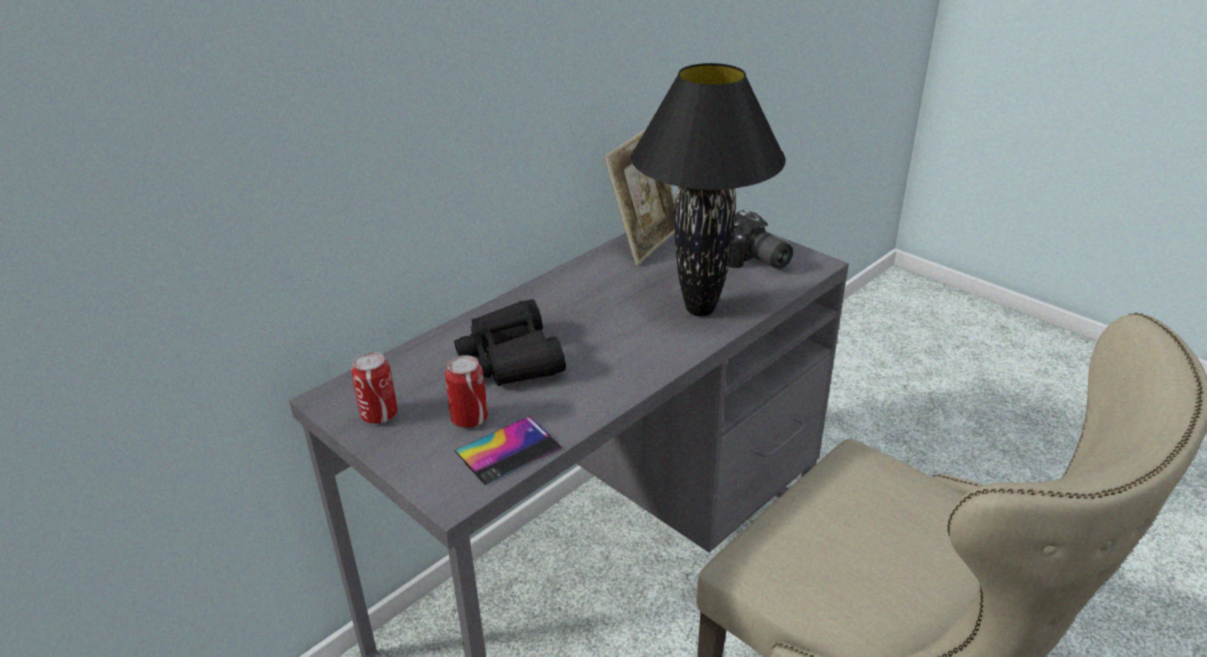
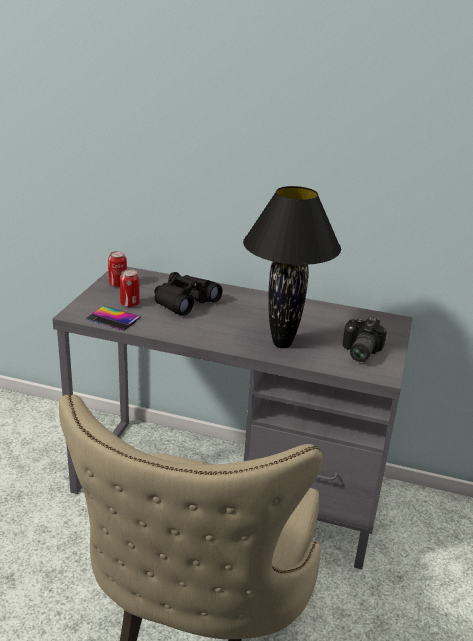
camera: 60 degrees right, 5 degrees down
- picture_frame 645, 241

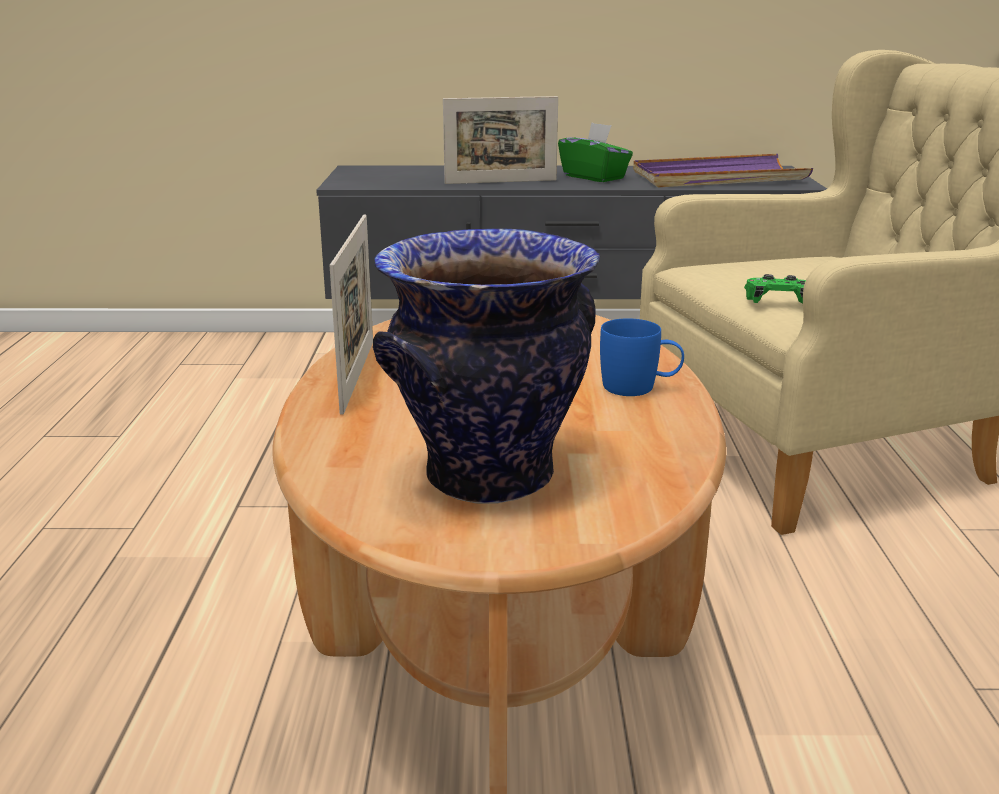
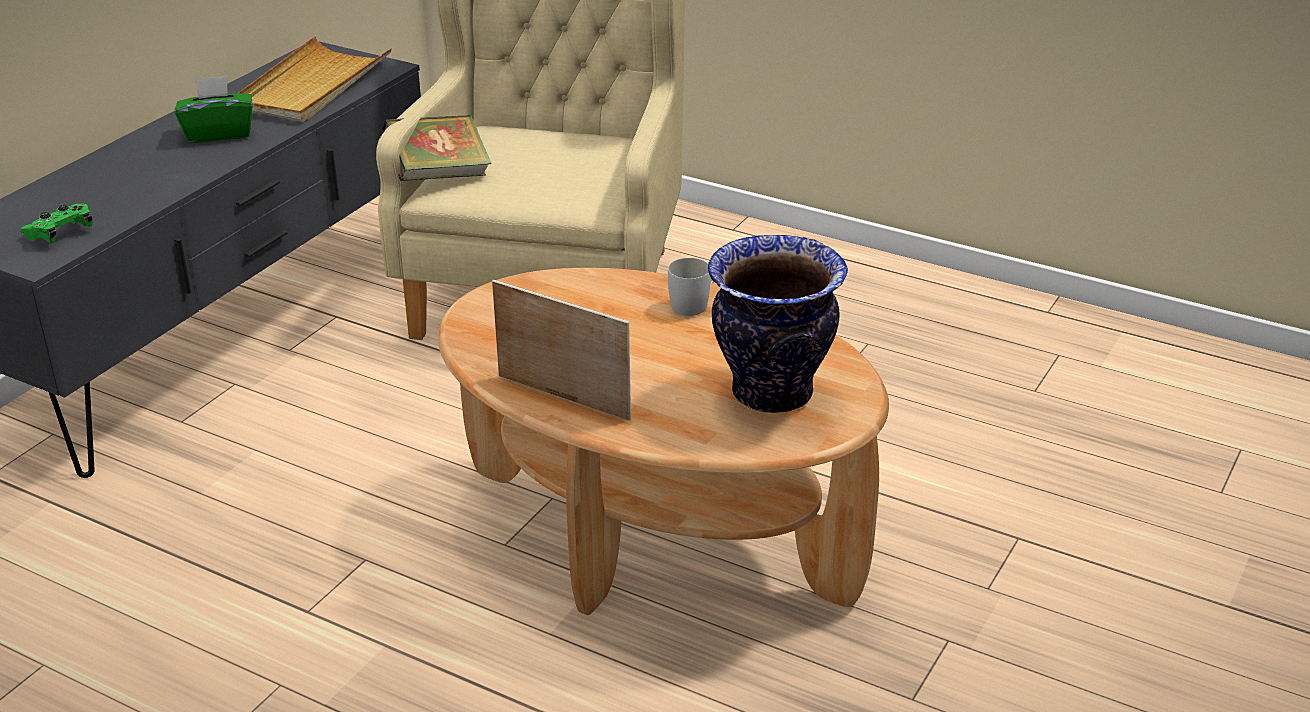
camera: 60 degrees left, 10 degrees up
- picture_frame 500, 182
+ book 439, 176
~ green_game_controller 777, 303 to 60, 234
~ blue_mug 639, 388 to white_mug 694, 303
~ purple_tray 718, 178 to beige_tray 311, 86

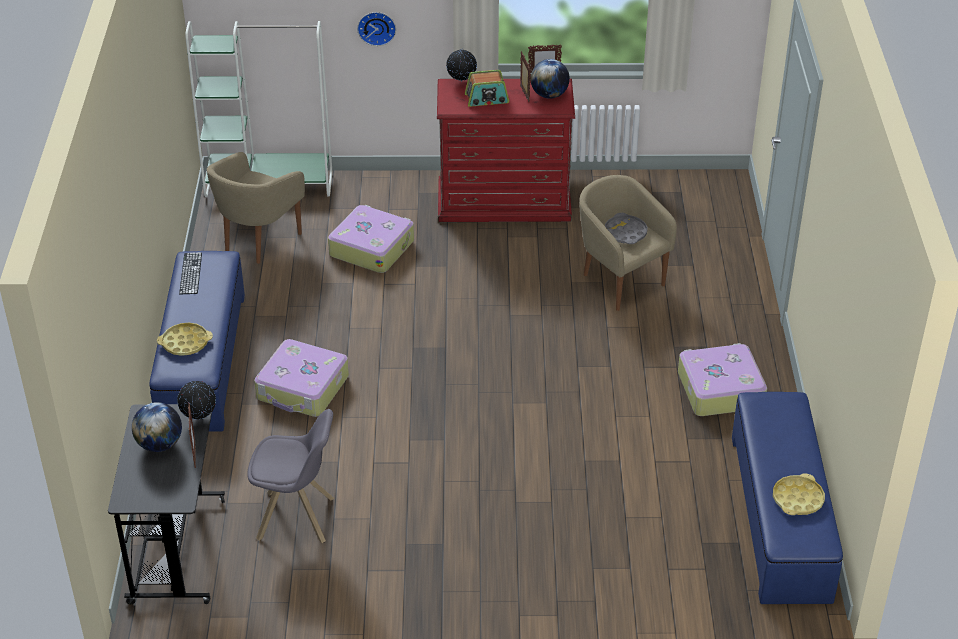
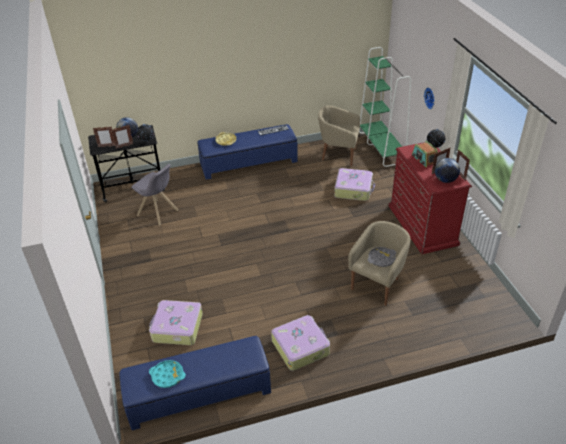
camera: 75 degrees right, 0 degrees up
+ picture_frame 107, 146
~ suitcase 303, 388 to 177, 328
~ yellow_tray 797, 499 to turquoise_tray 167, 376
~ grey_chair 296, 518 = 158, 213 45 degrees counterclockwise

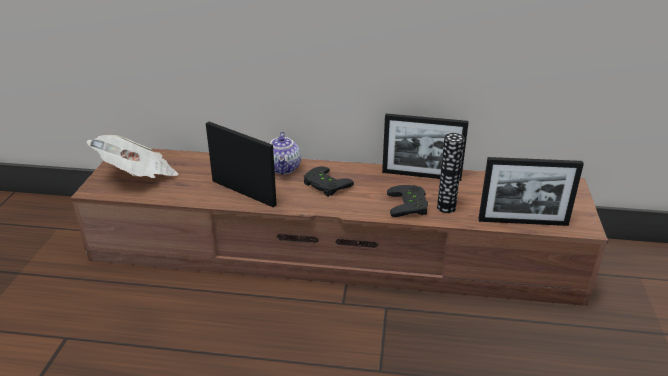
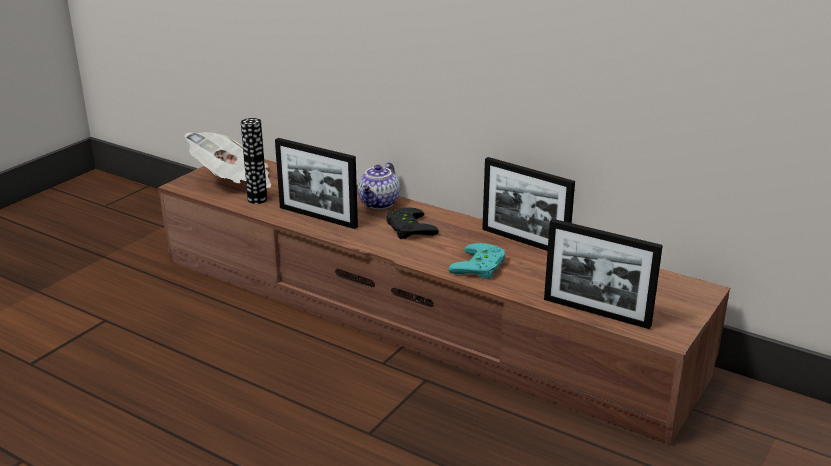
camera: 25 degrees right, 5 degrees down
~ vase 446, 208 to 257, 199
~ black_game_controller 410, 205 to turquoise_game_controller 482, 266
~ picture_frame 243, 193 = 318, 217 150 degrees clockwise

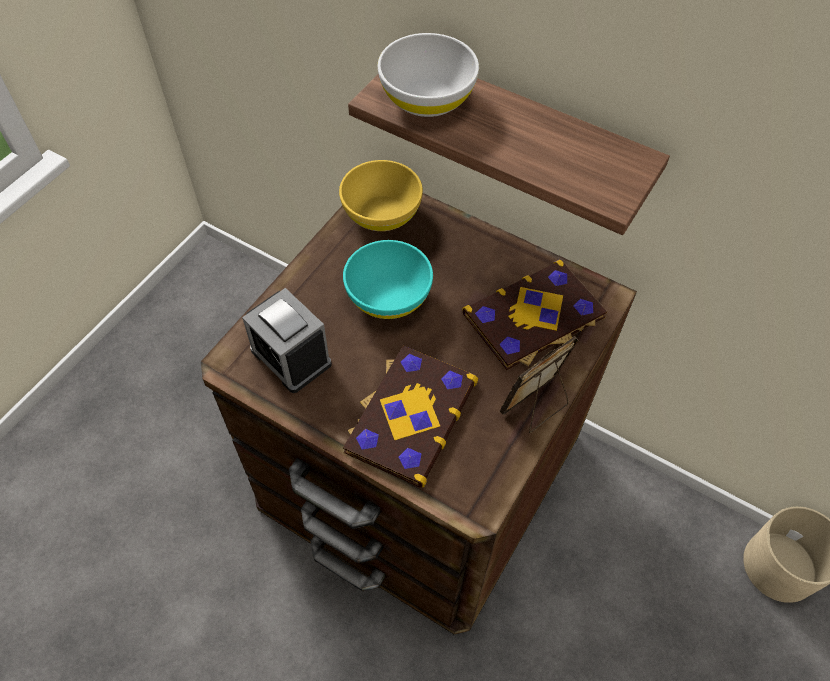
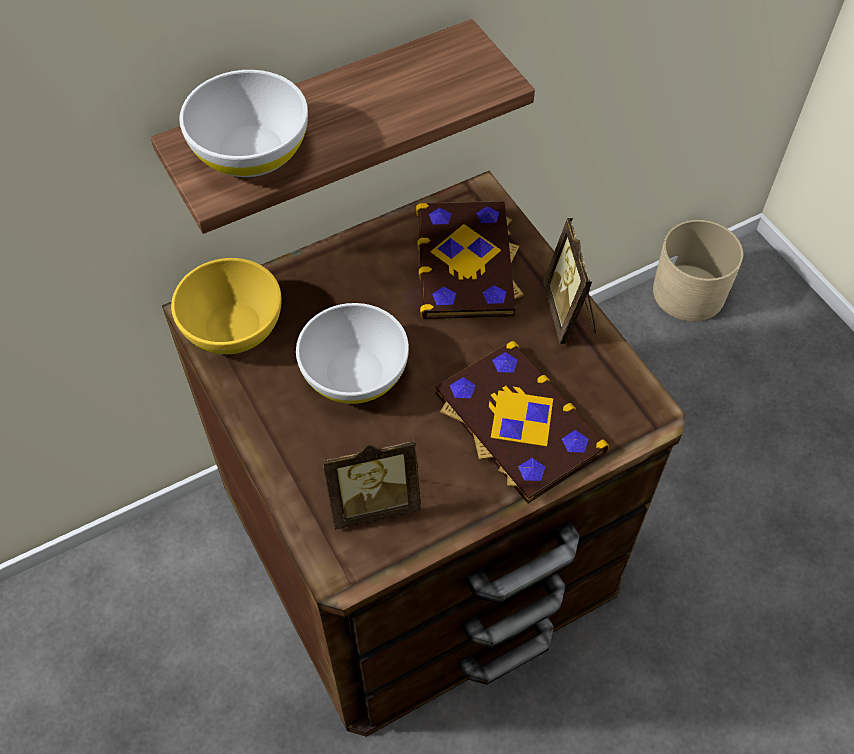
camera: 60 degrees left, 0 degrees up
~ alarm_clock 291, 357 to picture_frame 373, 503
~ turquoise_bowl 388, 296 to white_bowl 354, 374

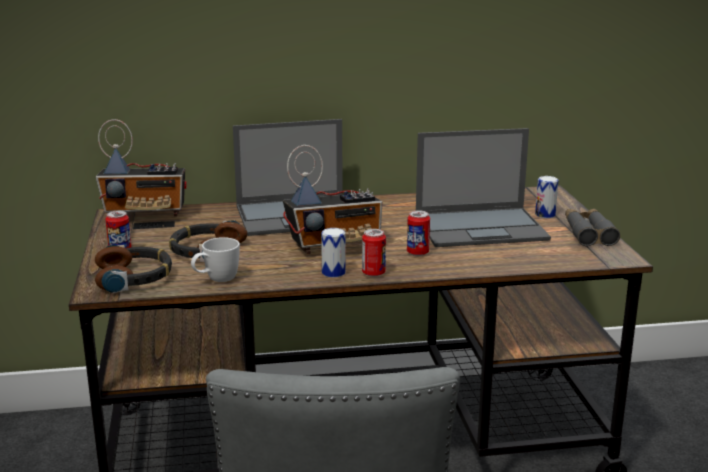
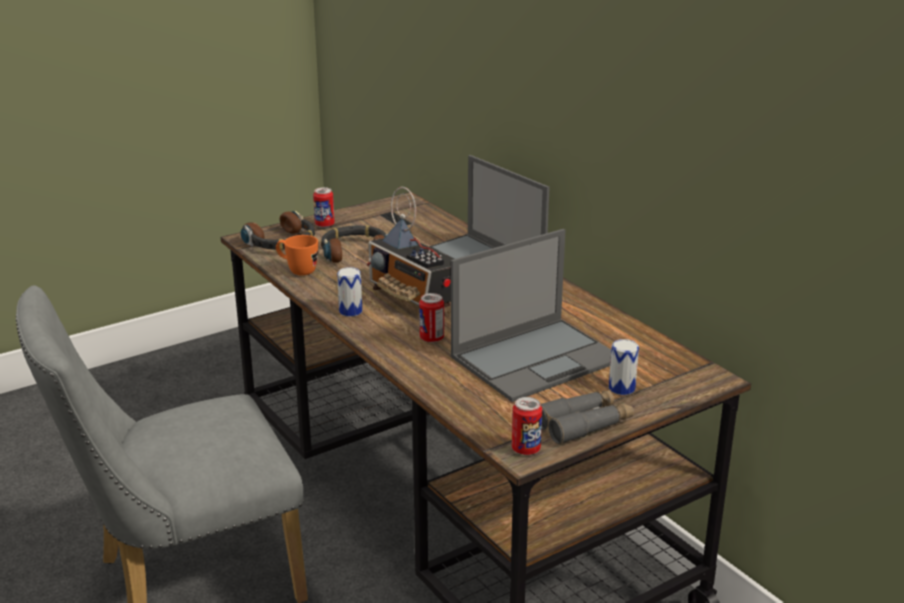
camera: 65 degrees right, 5 degrees up
- radio 146, 214
~ can 373, 273 to 526, 449
~ white_mug 216, 280 to orange_mug 297, 271
~ laptop 482, 227 = 537, 358 90 degrees counterclockwise

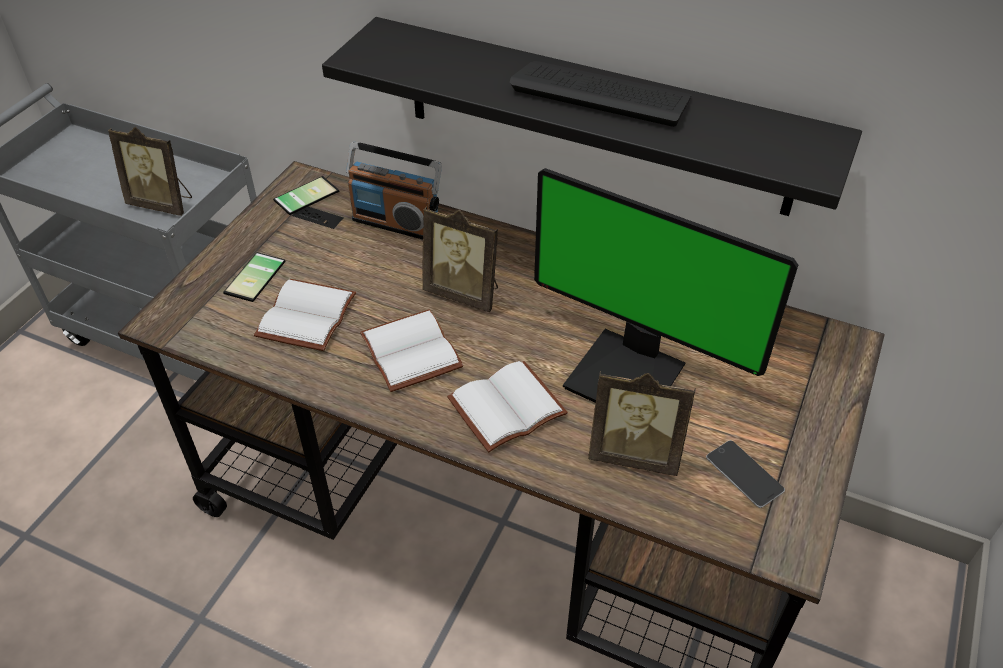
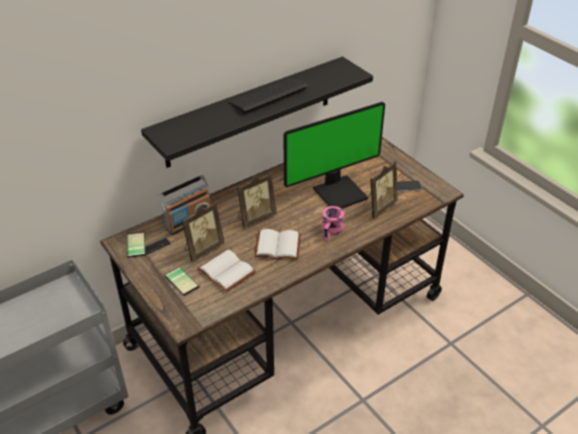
camera: 60 degrees left, 5 degrees down
~ picture_frame 163, 203 to 203, 249
~ white_book 507, 410 to pink_mug 332, 231

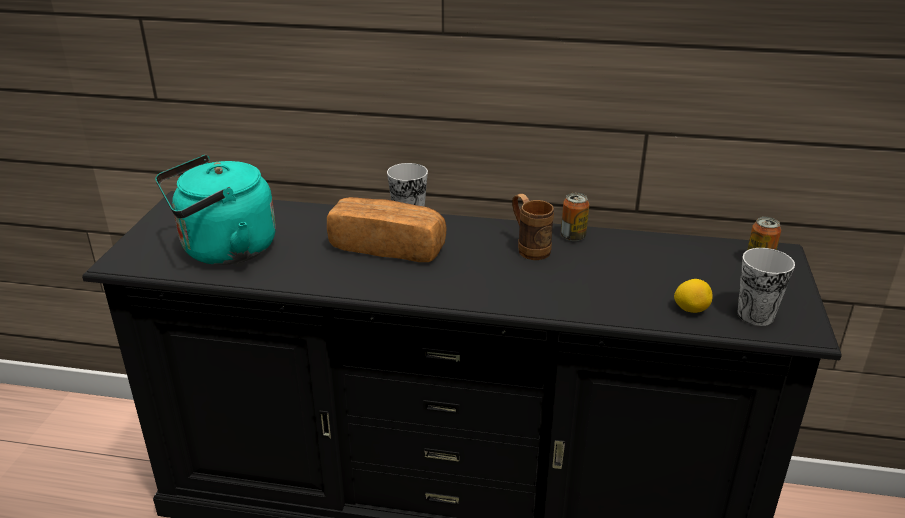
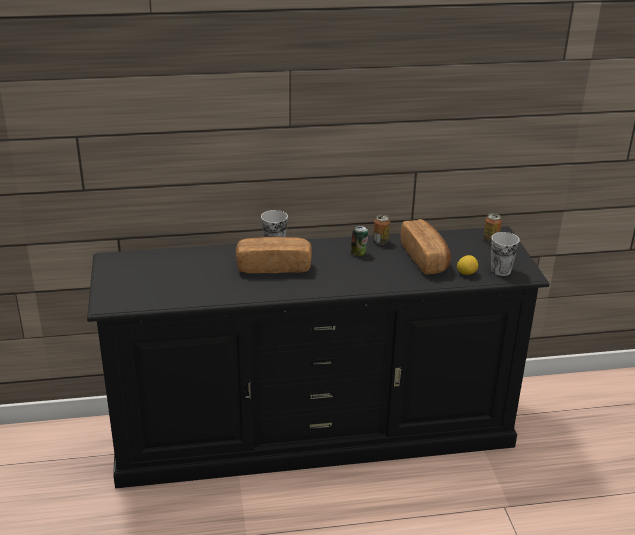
camera: 20 degrees left, 0 degrees up
- turquoise_kettle 223, 250
+ bread 425, 258
~ brown_mug 529, 248 to can 359, 253

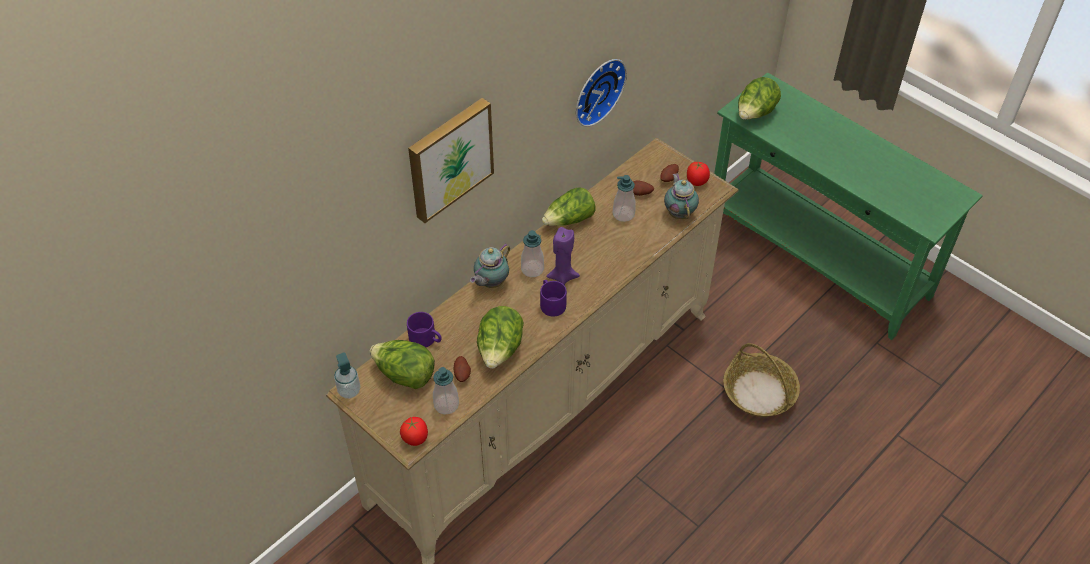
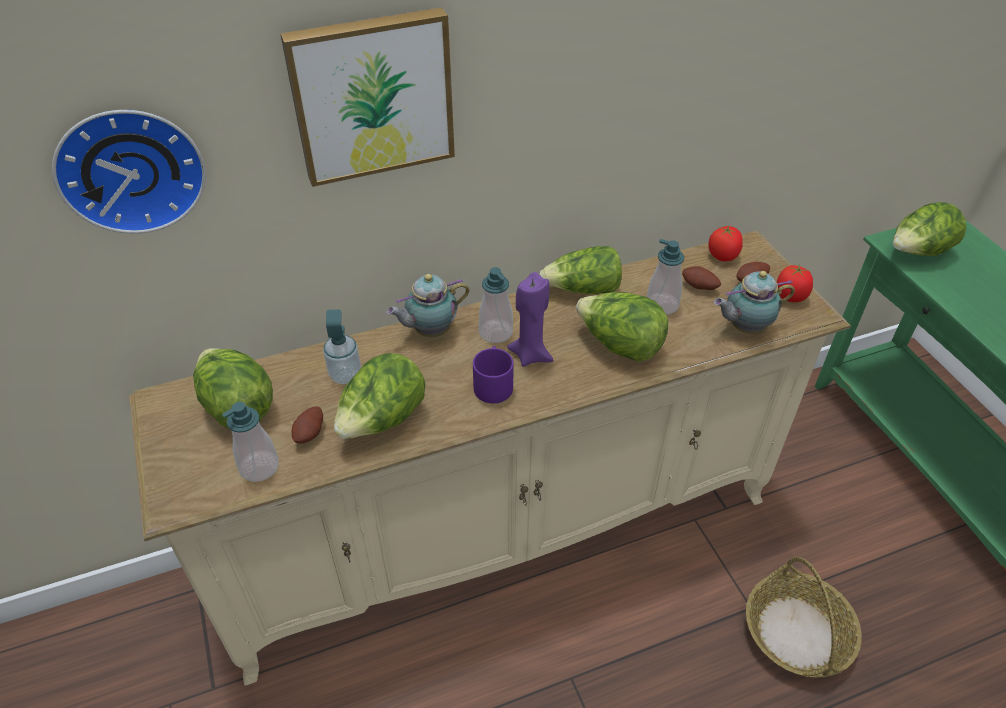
camera: 25 degrees right, 5 degrees down
- purple_mug 426, 339
+ lettuce 619, 346
~ soap_dispenser 349, 391 to 345, 375
~ tomato 415, 438 to 723, 256
~ wall_clock 596, 90 to 130, 168
~ teapot 679, 213 = 744, 328 120 degrees counterclockwise

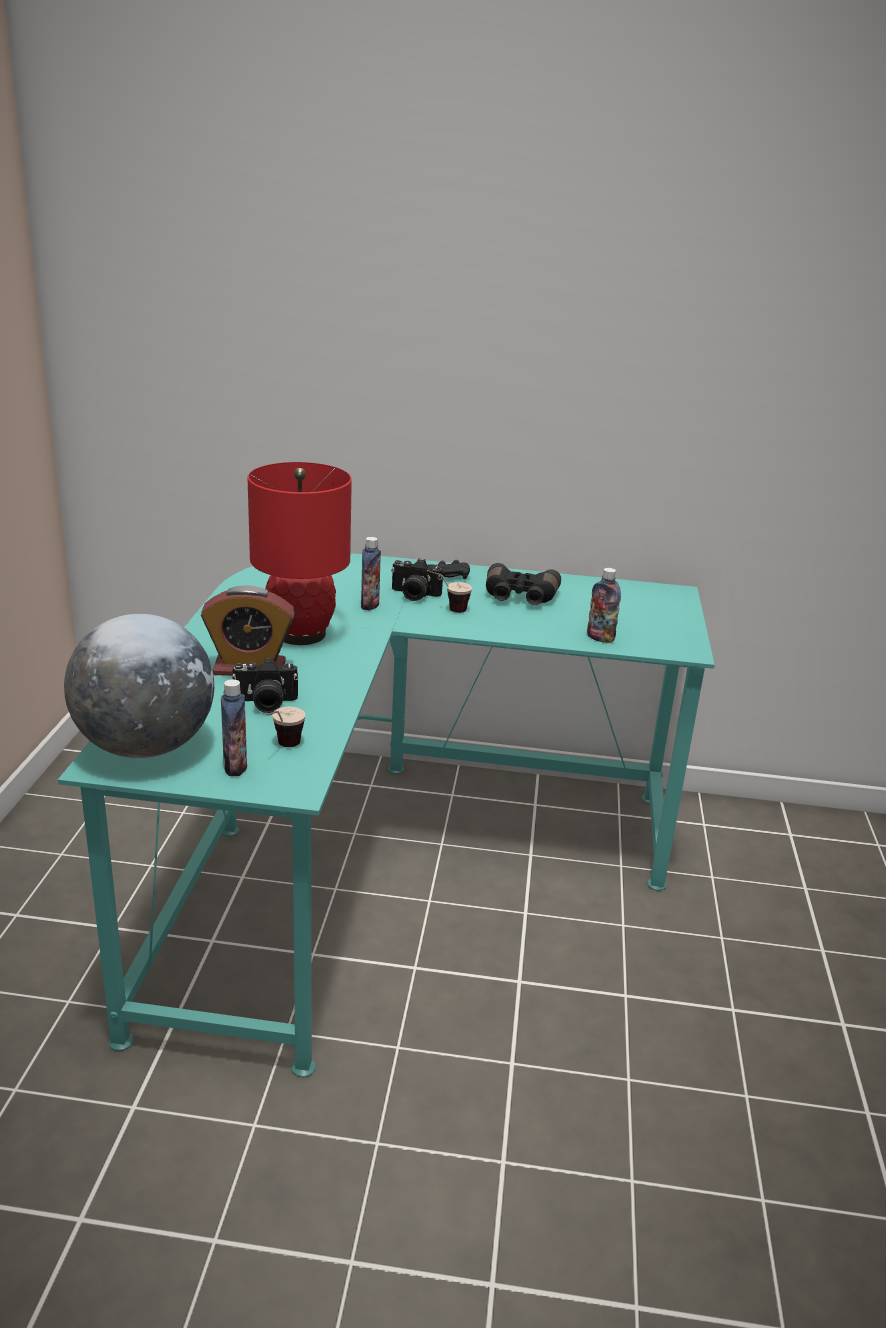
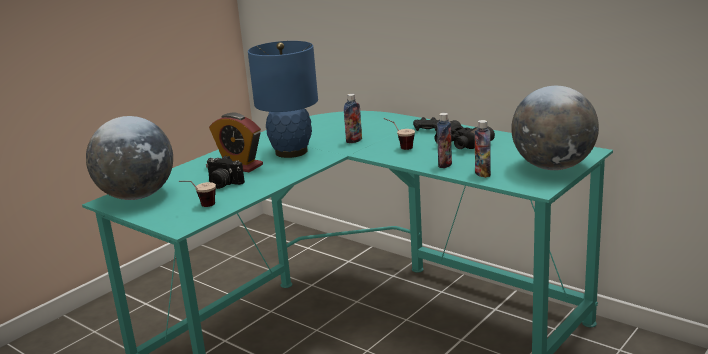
camera: 35 degrees right, 5 degrees down
- photo_camera 414, 595
+ globe 553, 167
~ bottle 235, 767 to 445, 165
~ red_table_lamp 301, 634 to blue_table_lamp 291, 152

